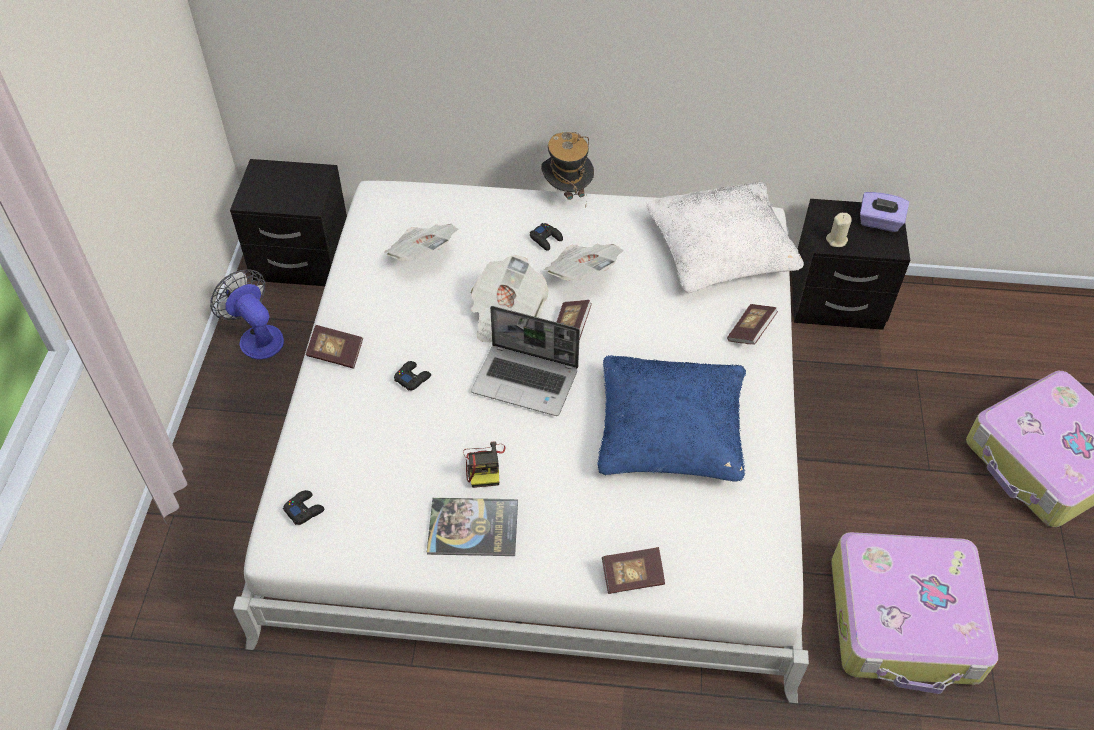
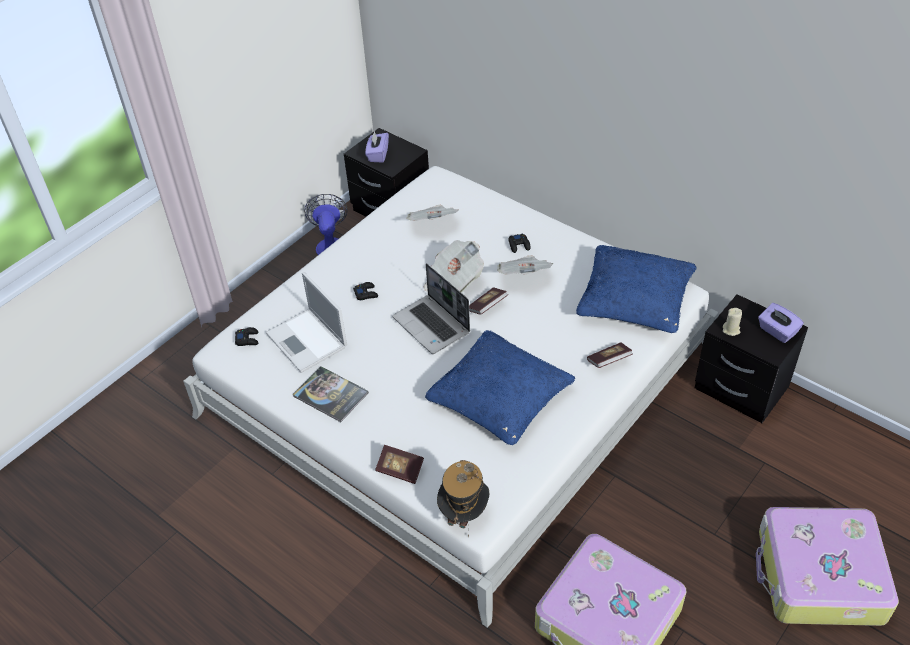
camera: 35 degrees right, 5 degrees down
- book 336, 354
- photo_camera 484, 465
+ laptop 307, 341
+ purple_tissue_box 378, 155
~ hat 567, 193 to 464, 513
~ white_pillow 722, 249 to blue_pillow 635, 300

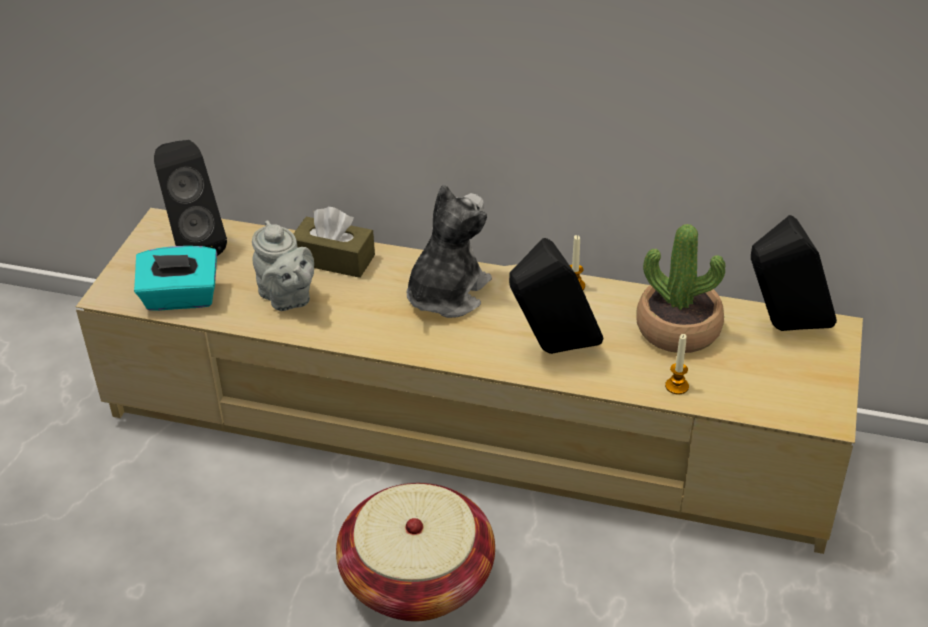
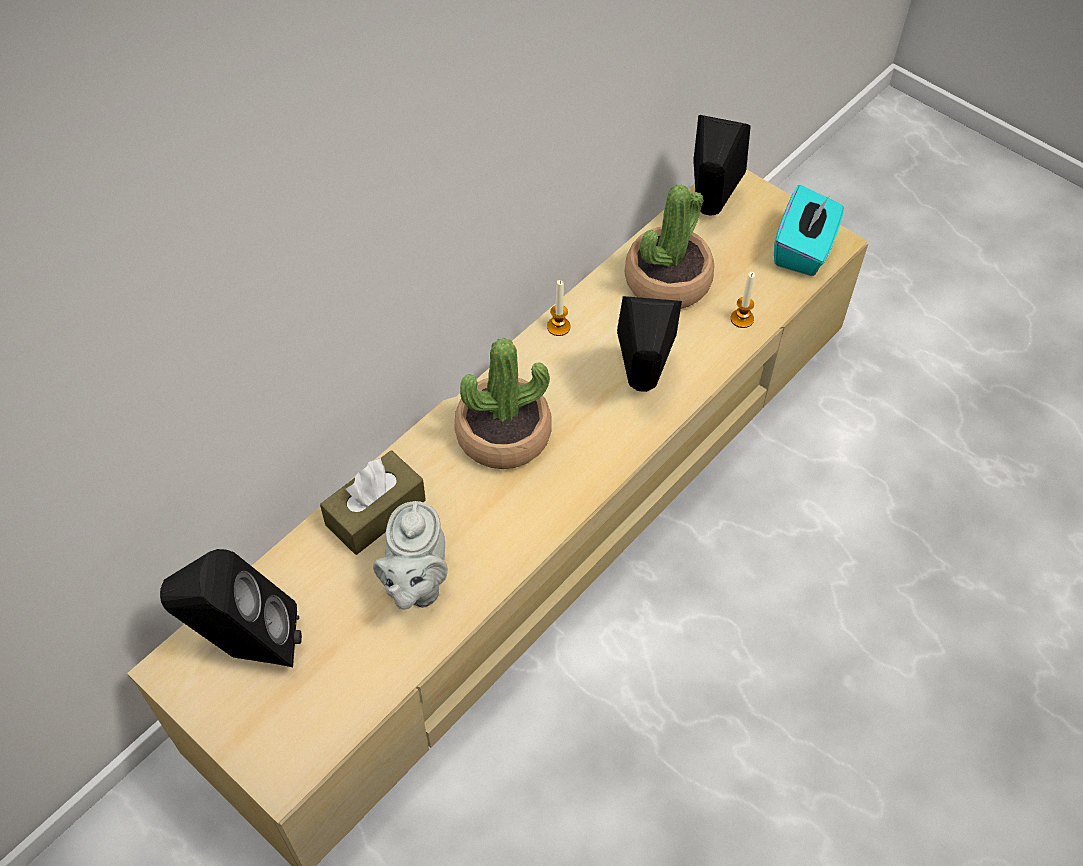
camera: 65 degrees left, 15 degrees up
- basket 417, 579
~ turquoise_tissue_box 181, 298 to 803, 249
~ plush_toy 446, 294 to potted_plant 503, 435
~ grey_teapot 287, 298 = 416, 583 105 degrees clockwise

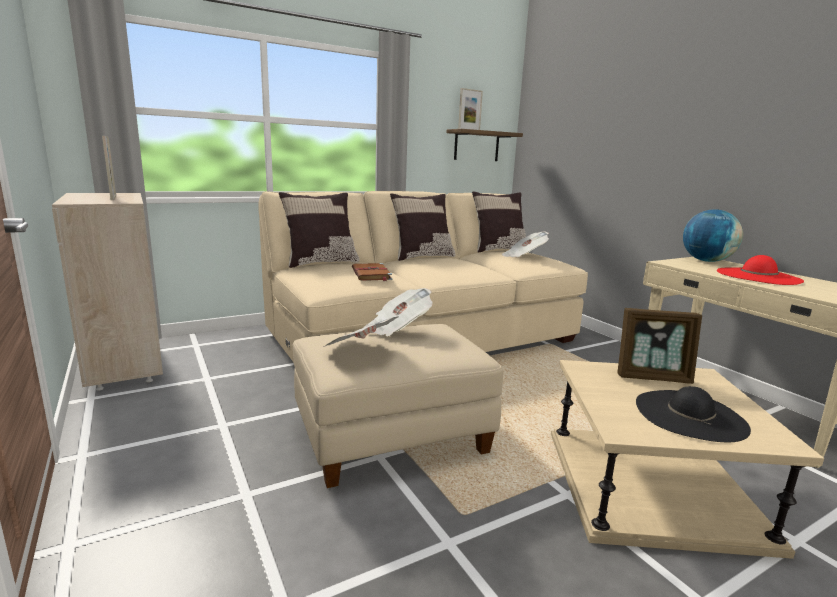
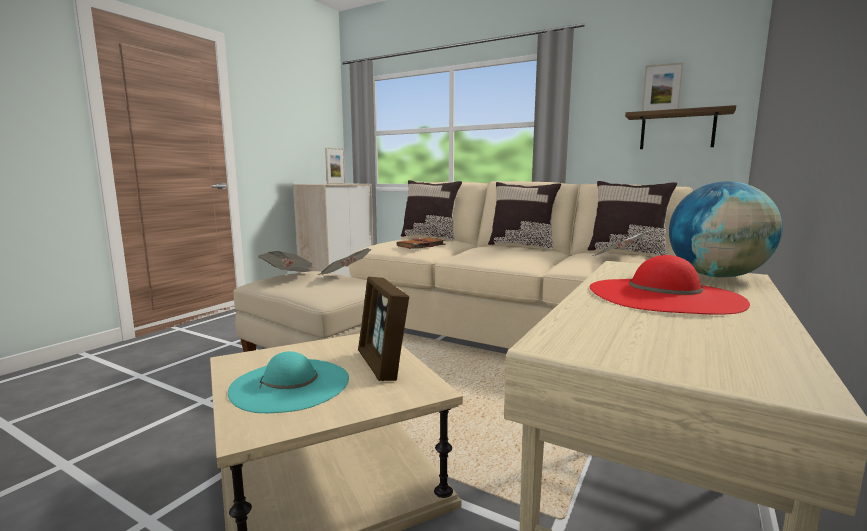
camera: 60 degrees right, 5 degrees down
~ black_hat 689, 415 to turquoise_hat 290, 384

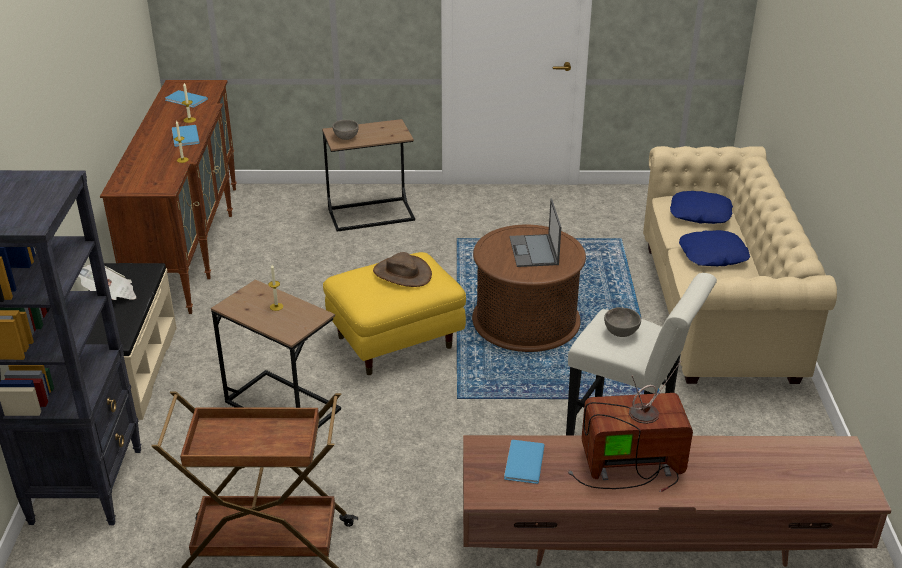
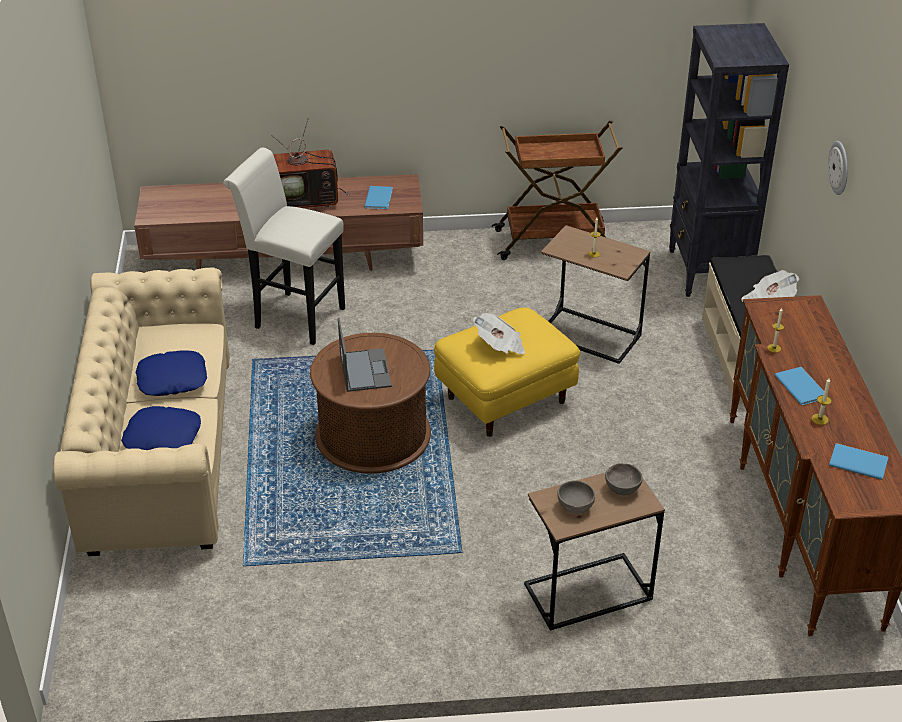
camera: 175 degrees right, 5 degrees up
+ wall_clock 839, 167
~ grey_bowl 621, 332 to 575, 507
~ brown_hat 402, 274 to newspaper 500, 346

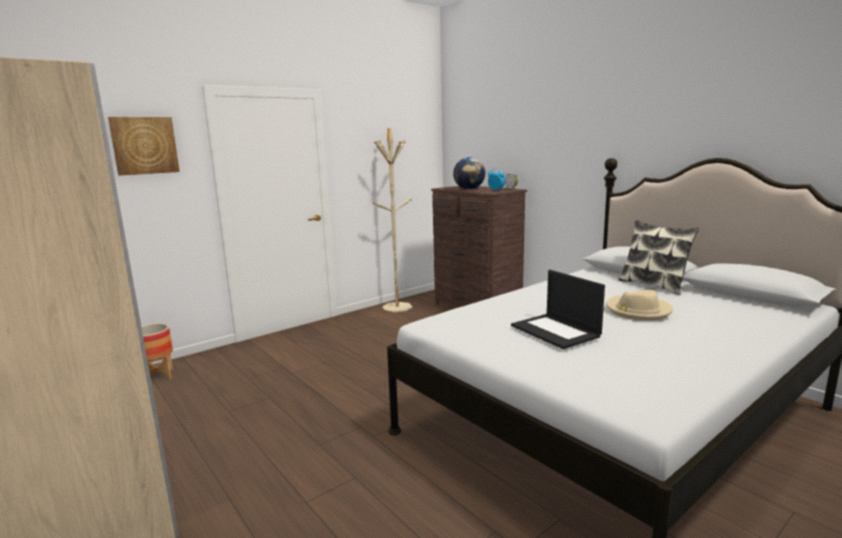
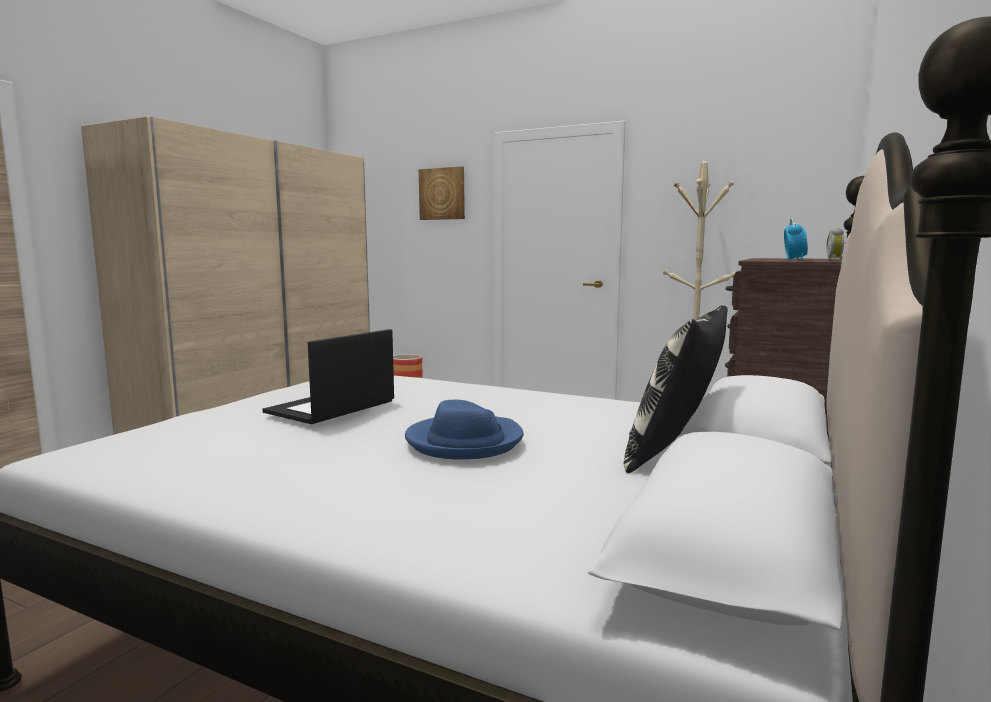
camera: 65 degrees right, 5 degrees down
- globe 469, 189
~ beige_hat 637, 311 to blue_hat 464, 441

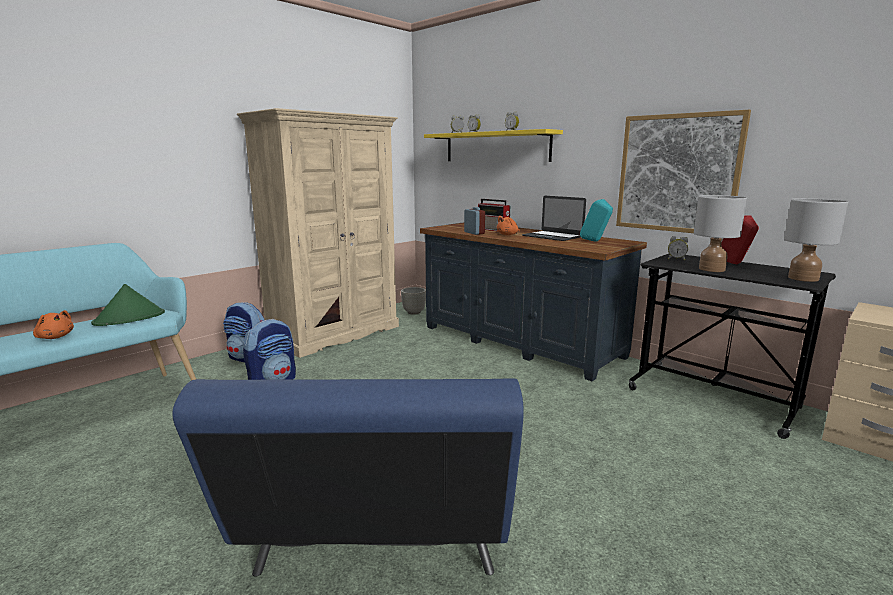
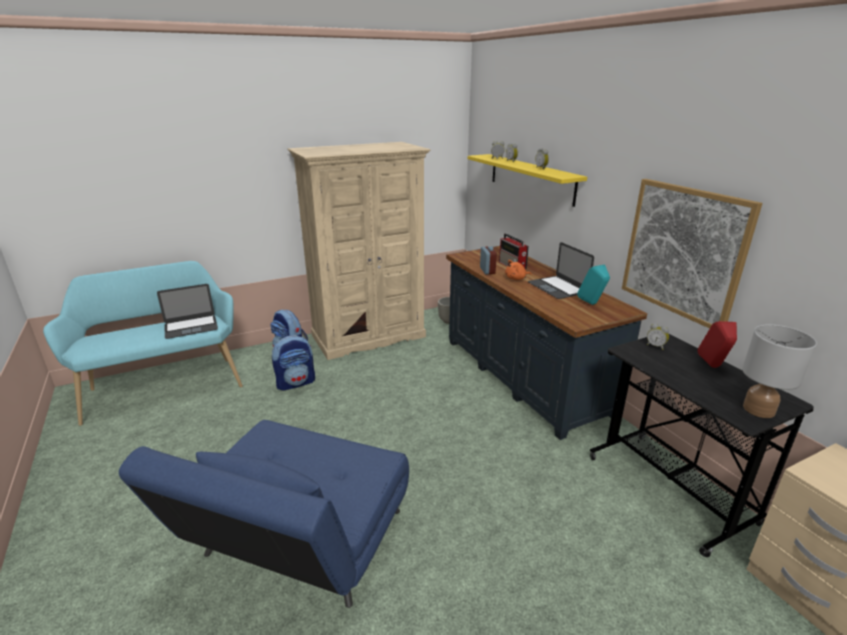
camera: 20 degrees right, 10 degrees up
- orange_plush_toy 55, 337
- grey_table_lamp 711, 269
~ green_hat 130, 318 to laptop 191, 327

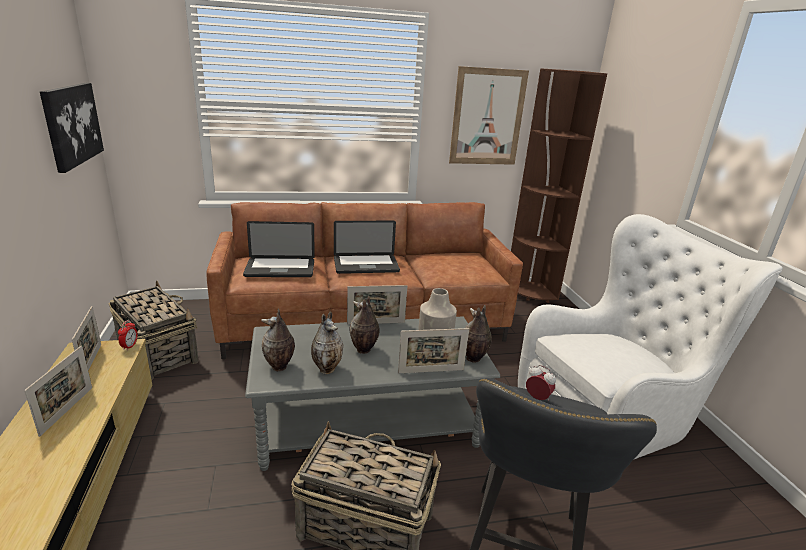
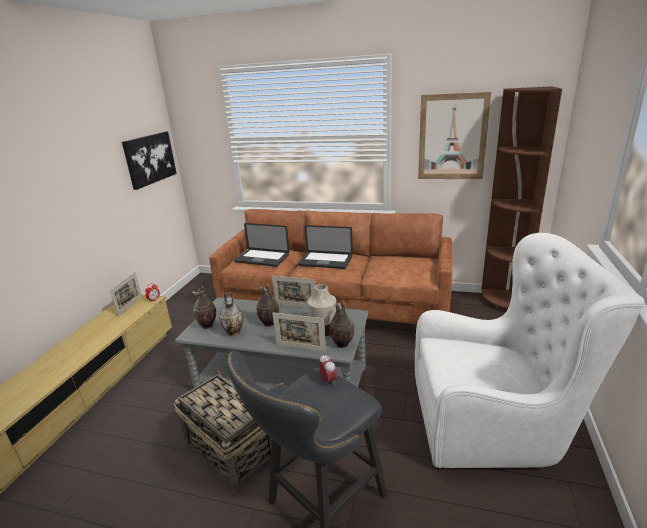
camera: 30 degrees right, 0 degrees up
- picture_frame 67, 410
- basket 157, 352

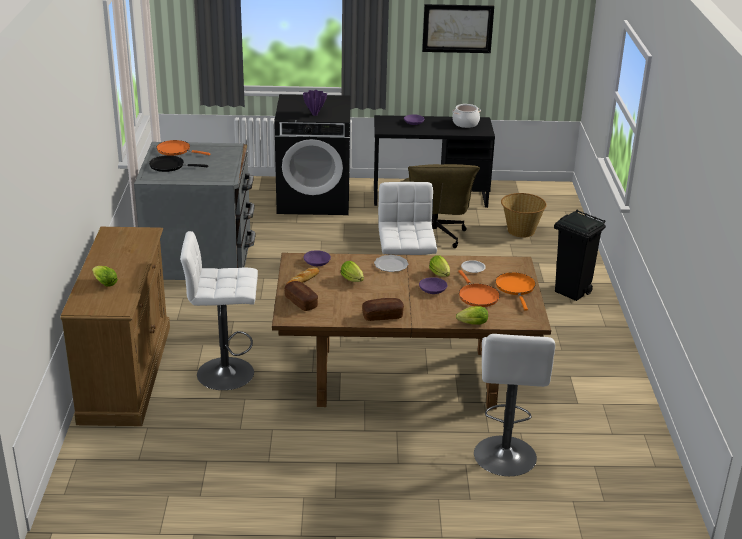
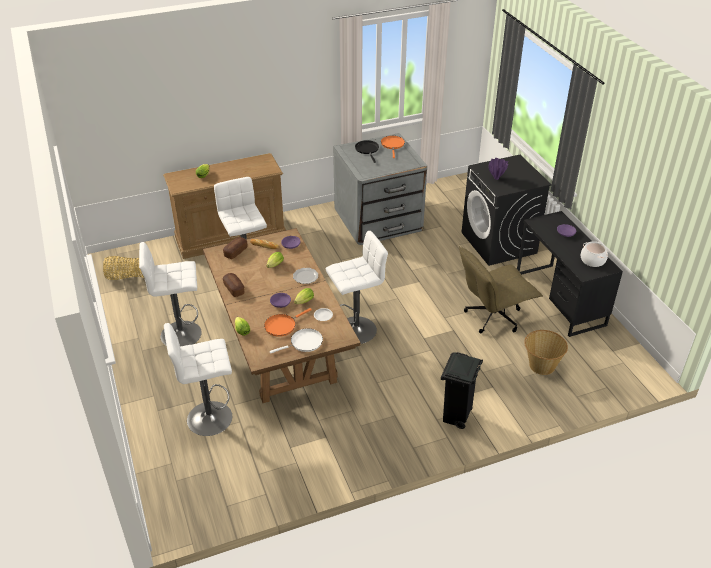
camera: 70 degrees right, 10 degrees up
- picture 457, 28
+ basket 129, 277
+ white_stool 180, 334
~ orange_frying_pan 516, 288 to white_frying_pan 304, 343

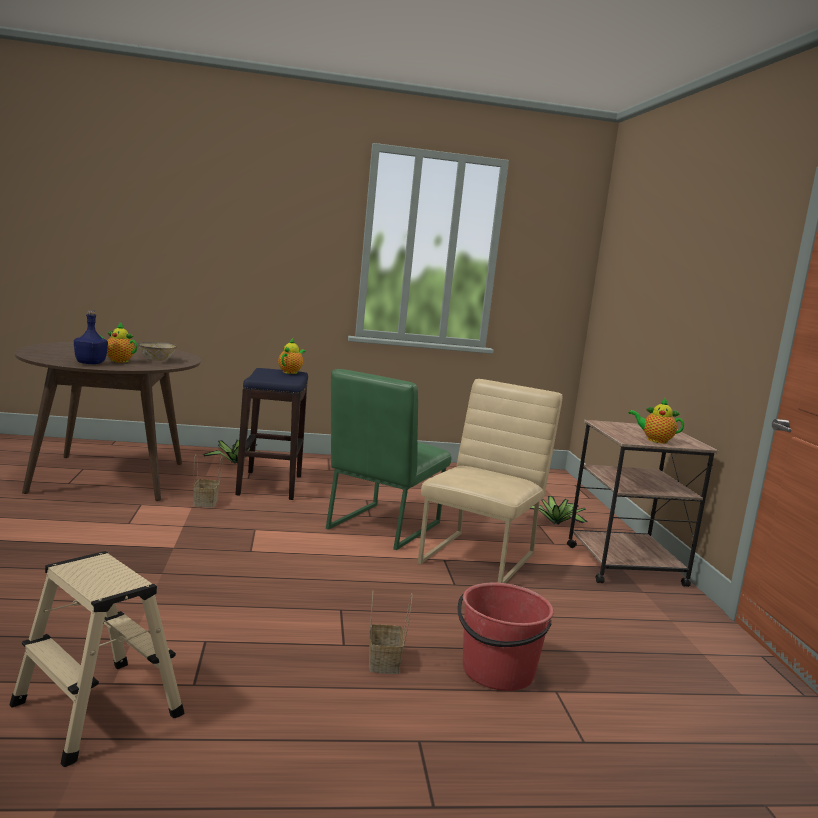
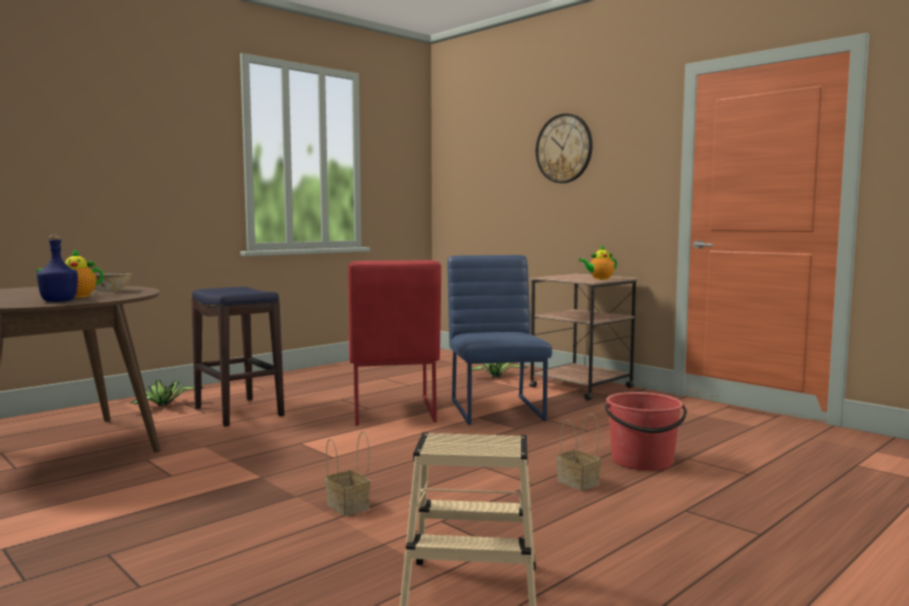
camera: 35 degrees left, 5 degrees down
- teapot 291, 372
+ wall_clock 564, 148
~ basket 206, 503 to 349, 506
~ green_chair 381, 526 to red_chair 392, 411
~ beige_chair 480, 557 to blue_chair 496, 409

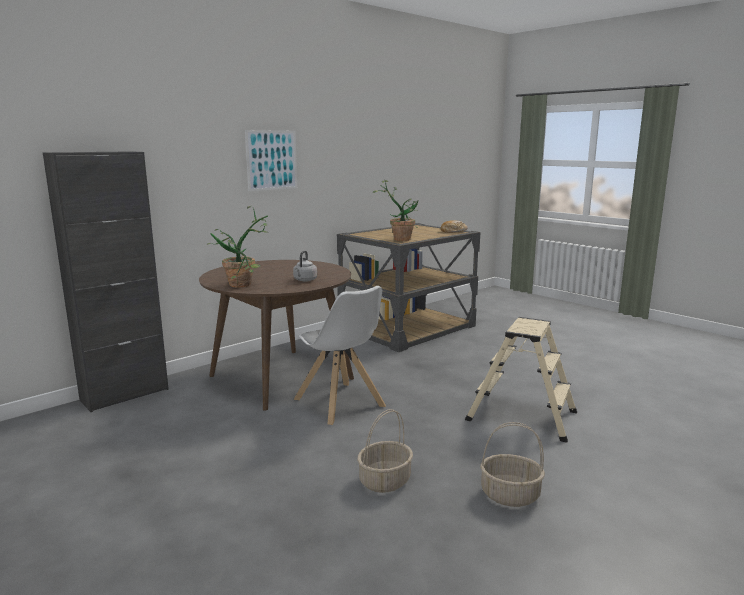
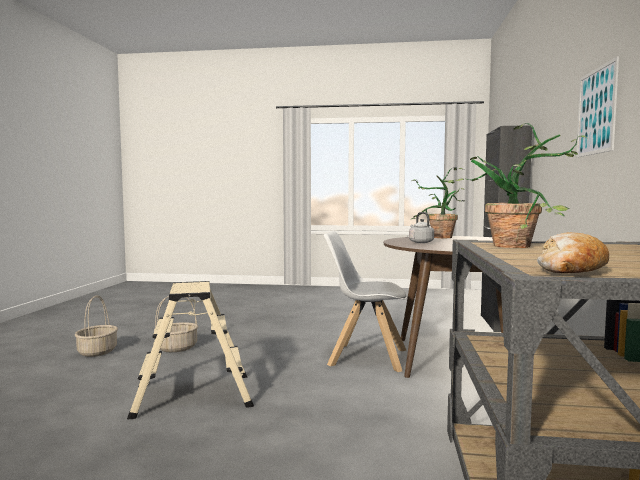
camera: 140 degrees right, 10 degrees down
~ basket 385, 480 to 97, 352

